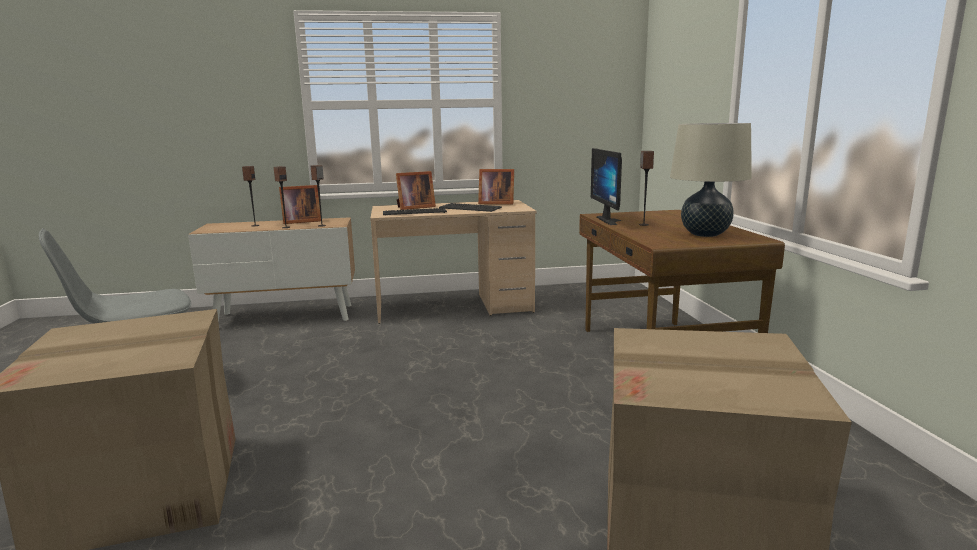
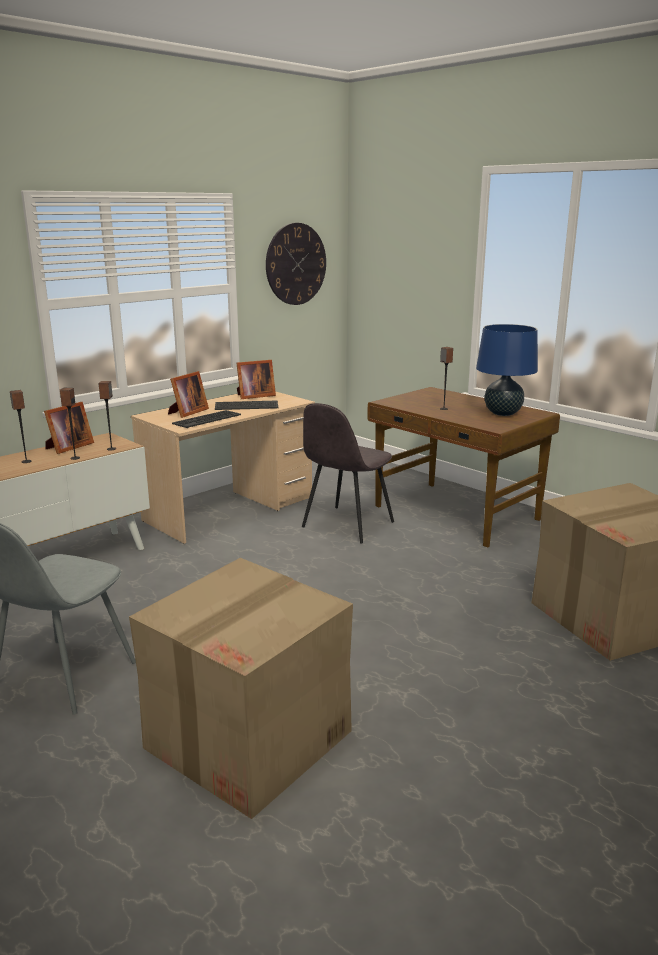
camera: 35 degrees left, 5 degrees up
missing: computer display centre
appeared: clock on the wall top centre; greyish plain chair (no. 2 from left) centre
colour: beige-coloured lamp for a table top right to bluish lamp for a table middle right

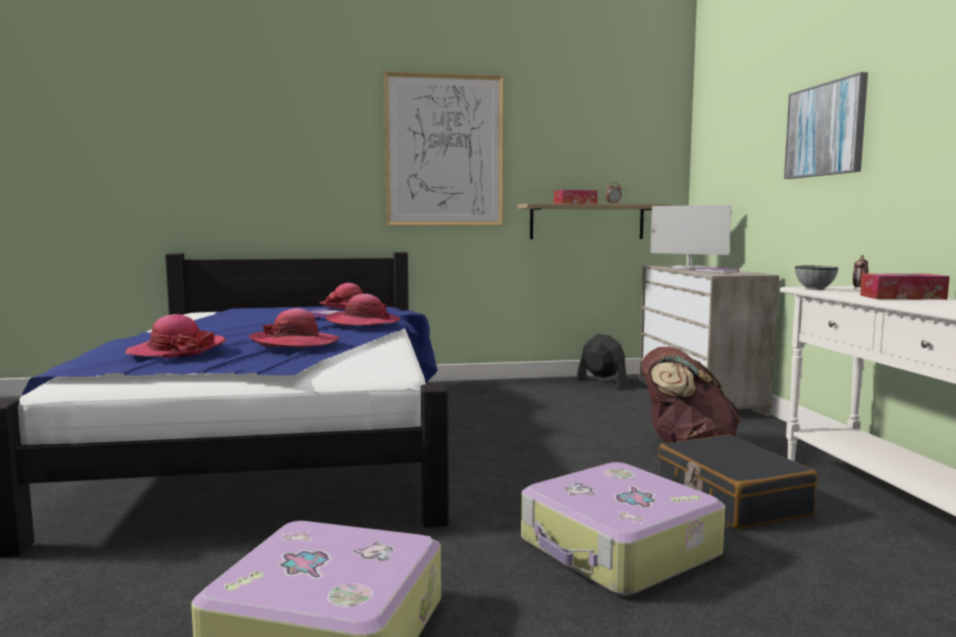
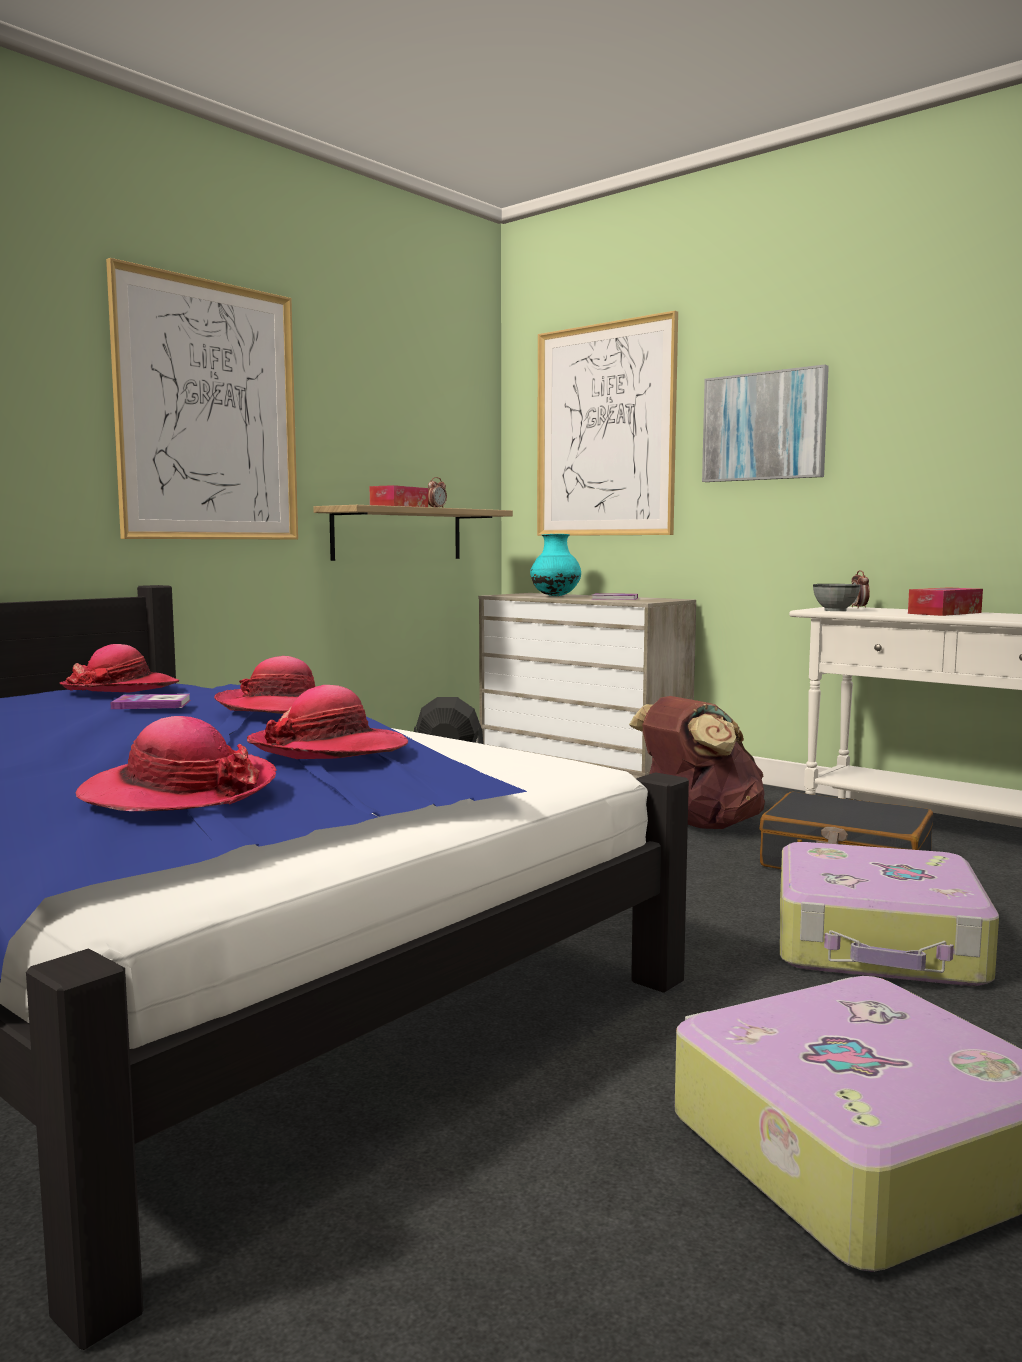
camera: 40 degrees left, 0 degrees up
appeared: wall art (no. 2 from left) top centre
exchanged: computer display middle right to turquoise-coloured decorative vase centre

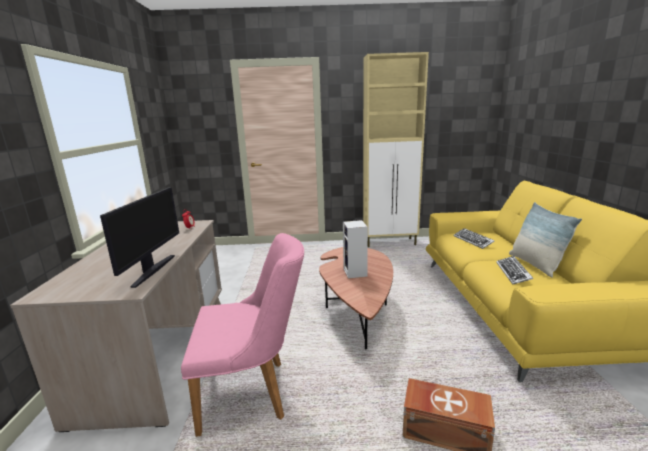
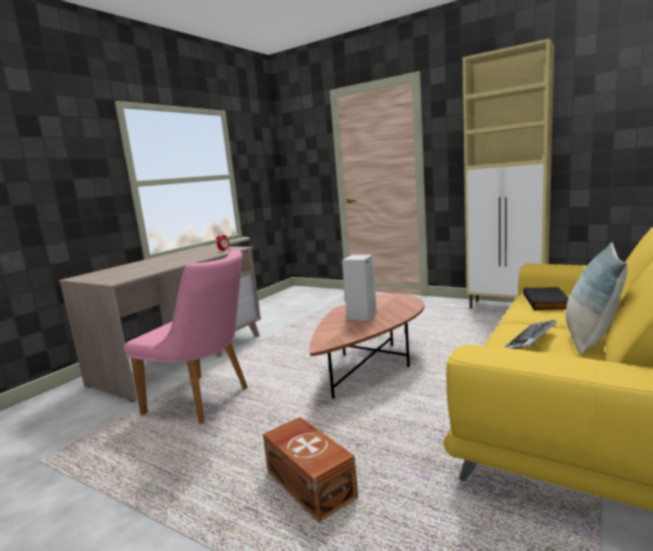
camera: 35 degrees right, 5 degrees down
missing: computer display middle left
exchanged: computer keyboard (no. 1 from left) middle right to blackish book middle right

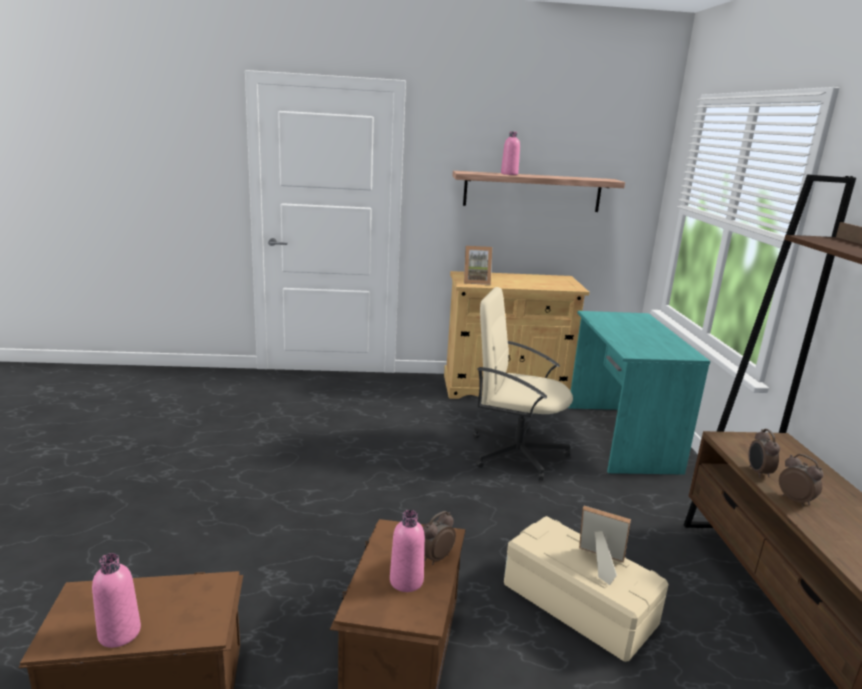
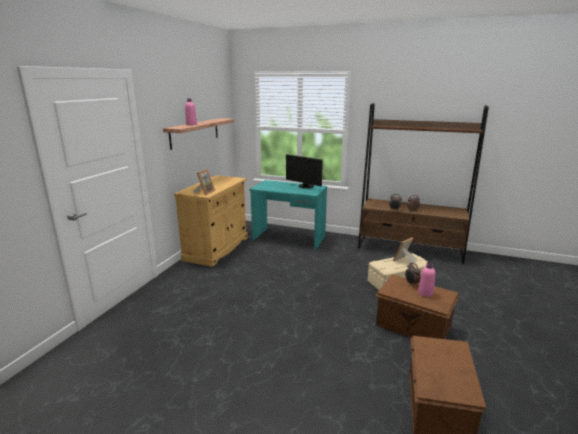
camera: 65 degrees left, 0 degrees up
missing: pink-coloured bottle (no. 1 from left) bottom left; beige-coloured office chair centre
appeared: computer display centre

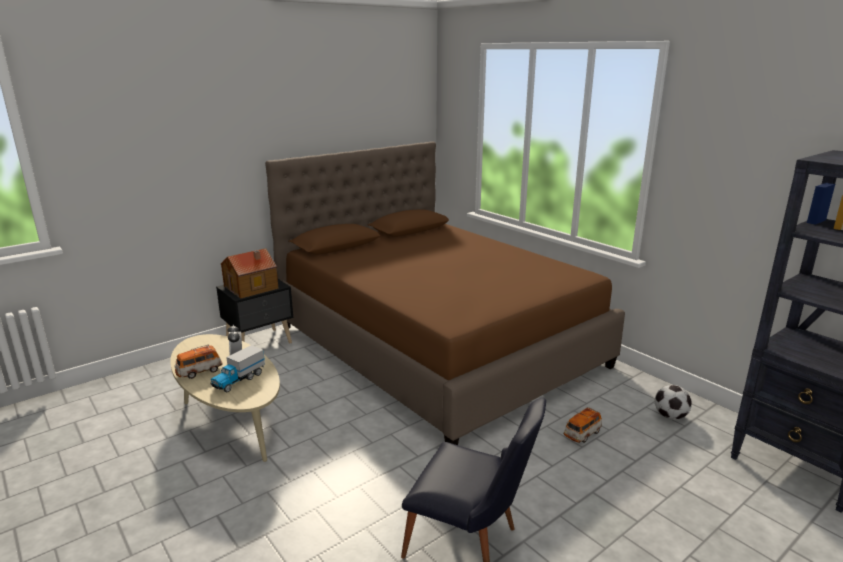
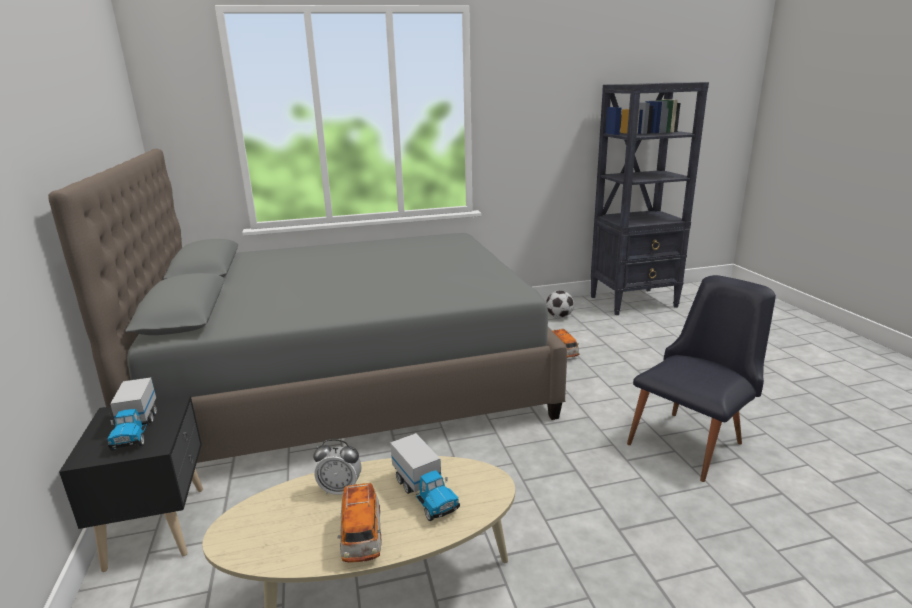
camera: 65 degrees left, 0 degrees up
exchanged: miniature house middle left to toy truck (no. 1 from left) bottom left
colour: brown sleeping bed centre to greyish sleeping bed centre

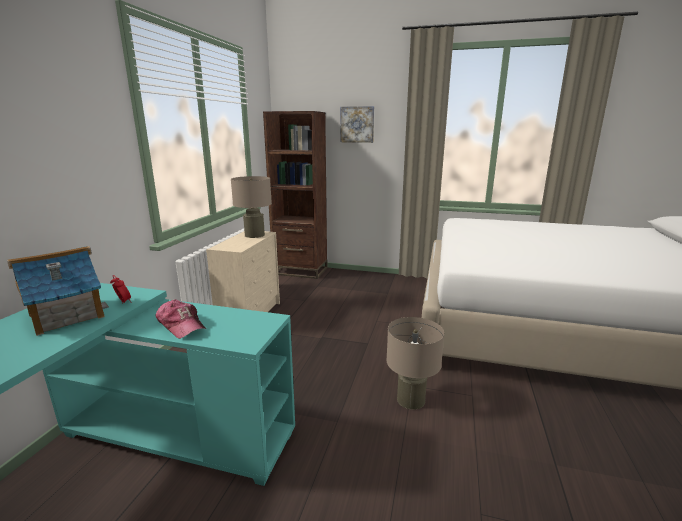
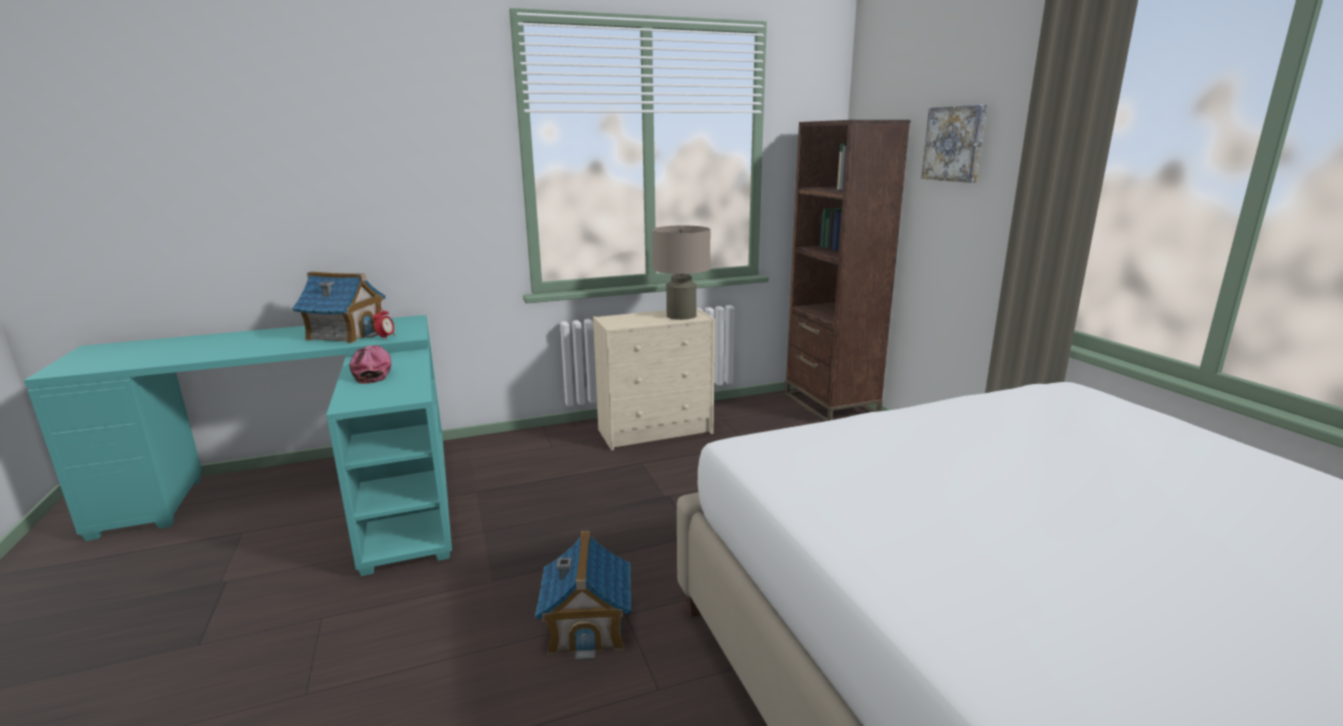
camera: 55 degrees right, 0 degrees up
exchanged: beige-coloured lamp for a table (no. 2 from left) bottom centre to miniature house (no. 2 from left) bottom centre
spun: baseball cap middle left = middle left 150 degrees clockwise

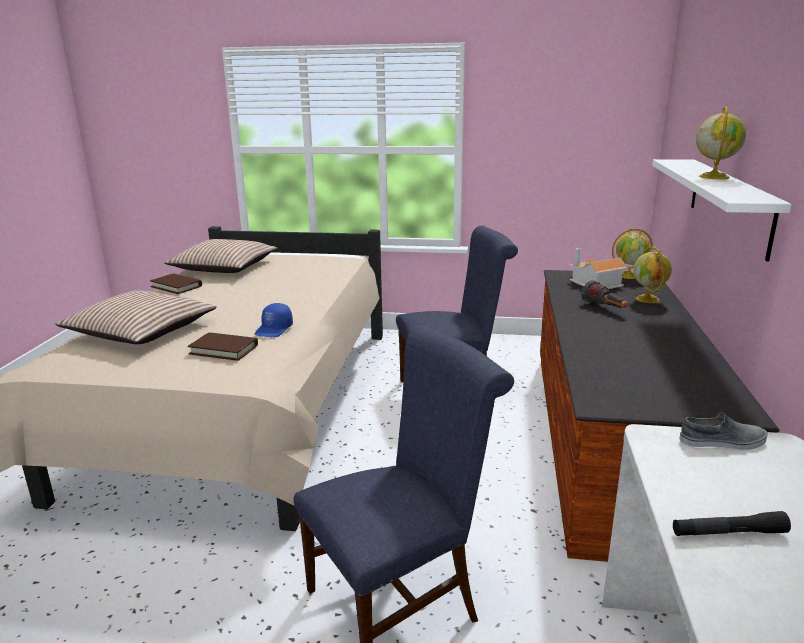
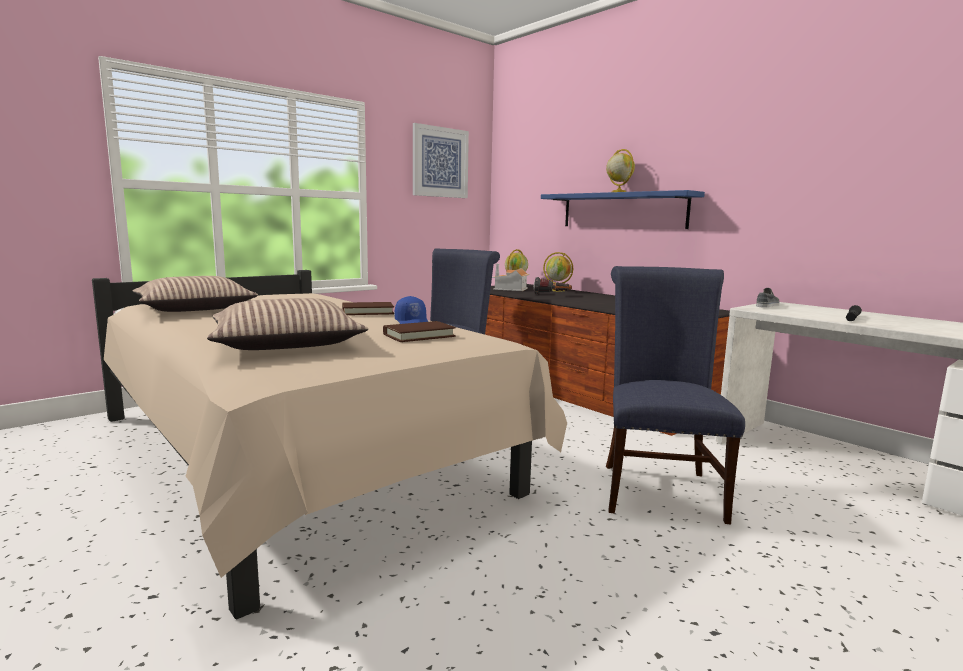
camera: 50 degrees left, 10 degrees down
appeared: wall art top centre
relocated: brown book (no. 1 from left) middle left to centre
colour: whitish bracket shelf top right to bluish bracket shelf top centre

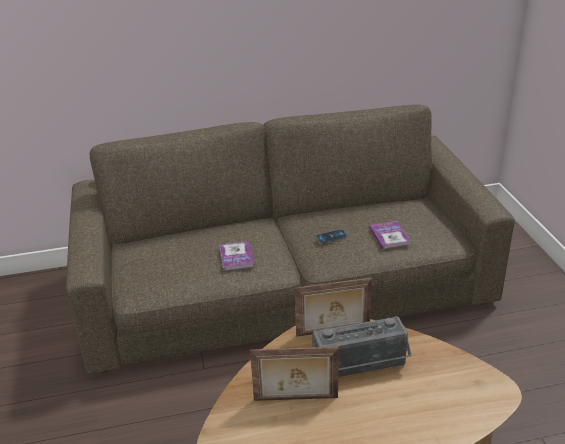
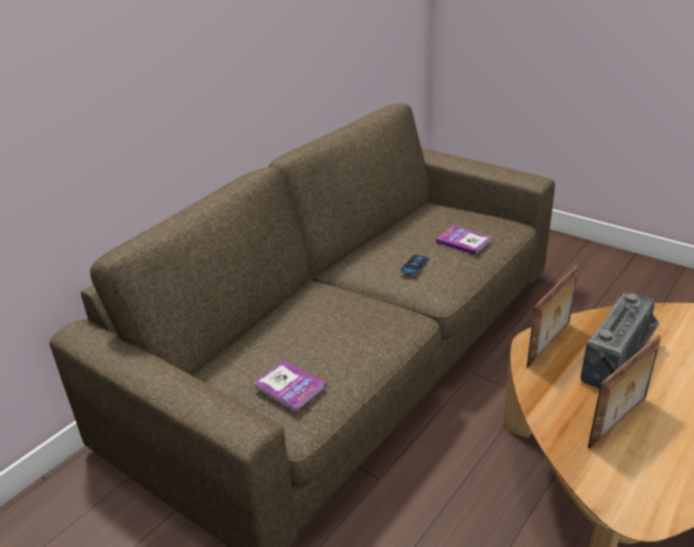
camera: 40 degrees left, 0 degrees up
relocated: book (no. 1 from left) centre to bottom centre

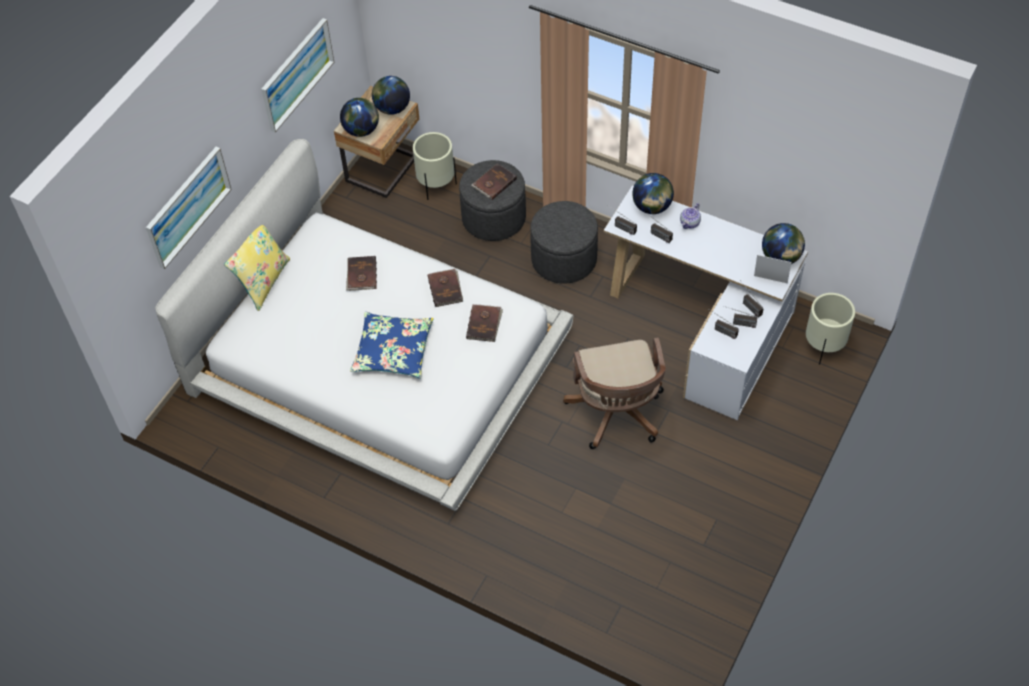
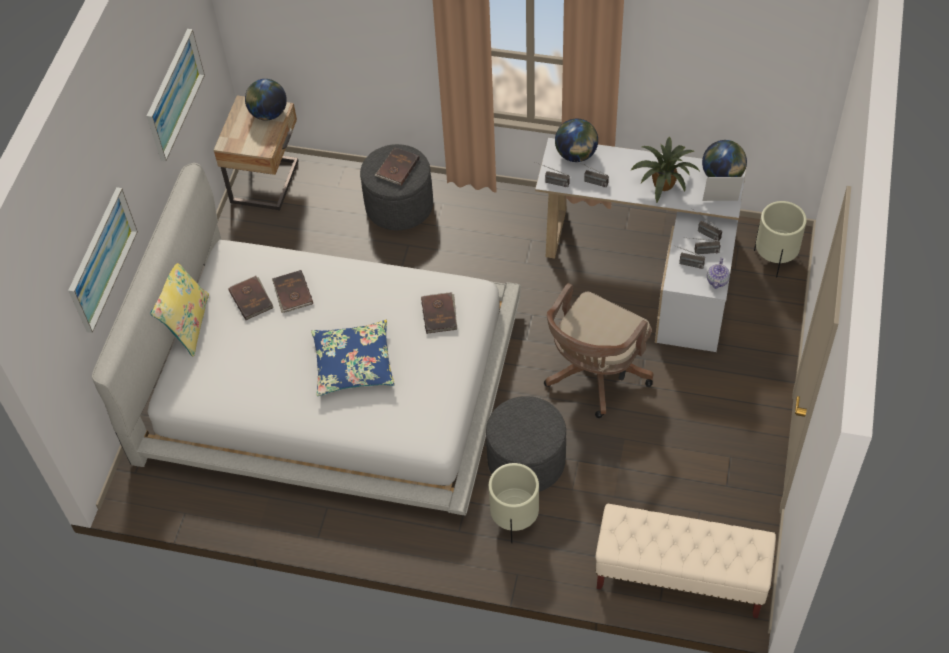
camera: 15 degrees left, 0 degrees up
missing: desk globe (no. 1 from left) top centre
appeared: beige-coloured bench bottom right; plant in a pot top right
relocated: brown book (no. 2 from left in the first image) centre to brown book (no. 1 from left) middle left; greyish ottoman (no. 2 from left) centre to bottom centre; beige-coloured planter (no. 1 from left) top centre to bottom centre; teapot top right to middle right
spun: brown office chair centre = centre 60 degrees clockwise

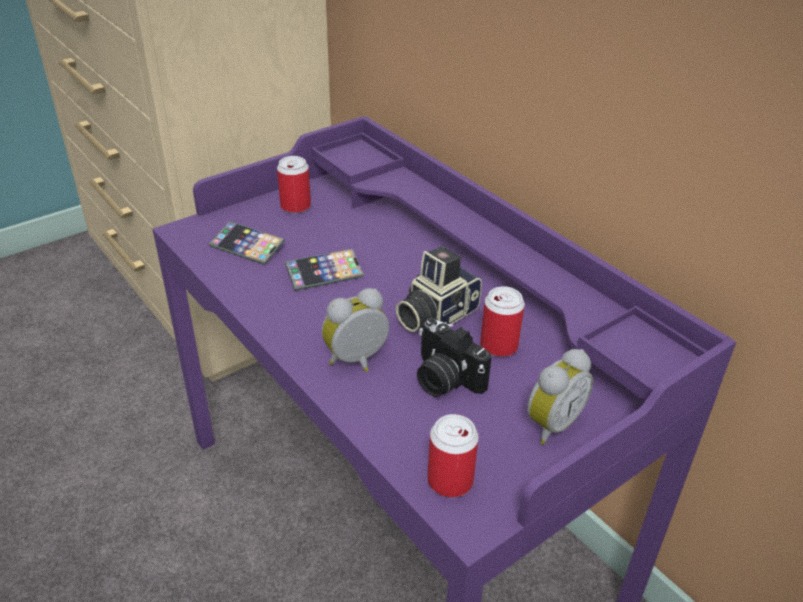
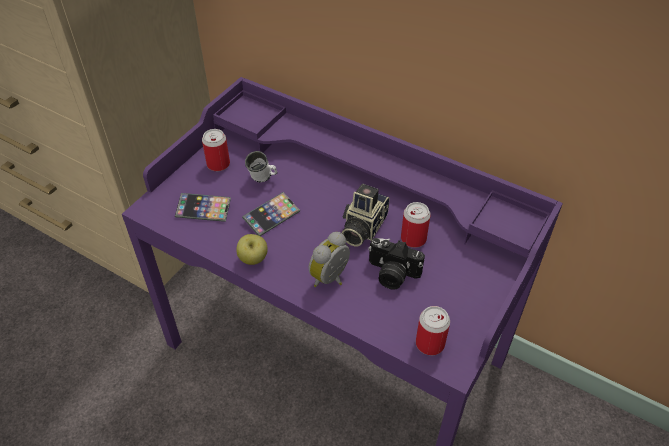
camera: 20 degrees left, 10 degrees up
missing: bedside clock (no. 2 from left) middle right
appeared: whole apple centre; whitish mug centre

